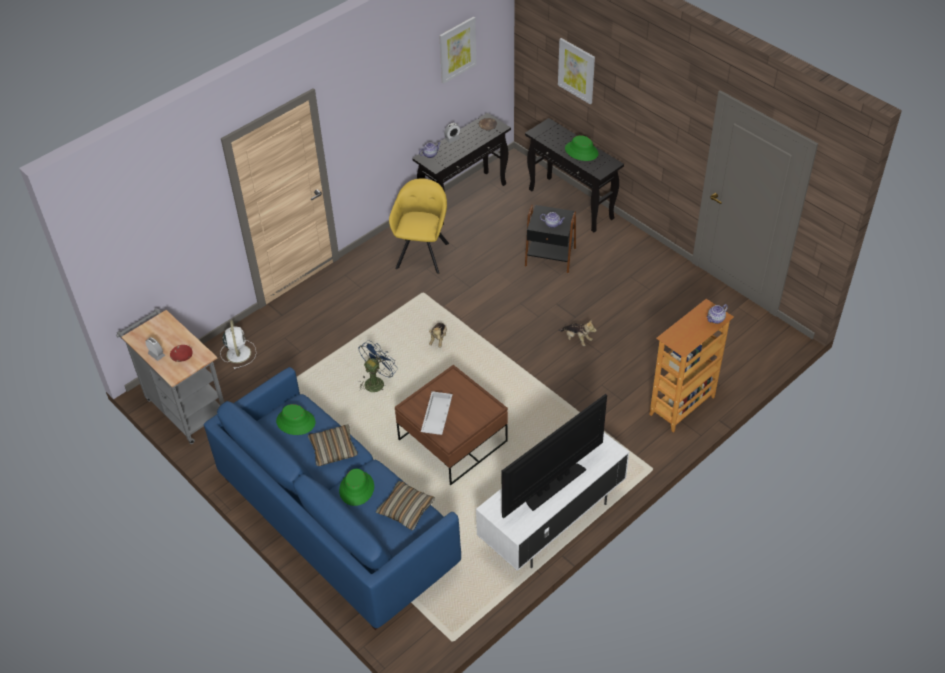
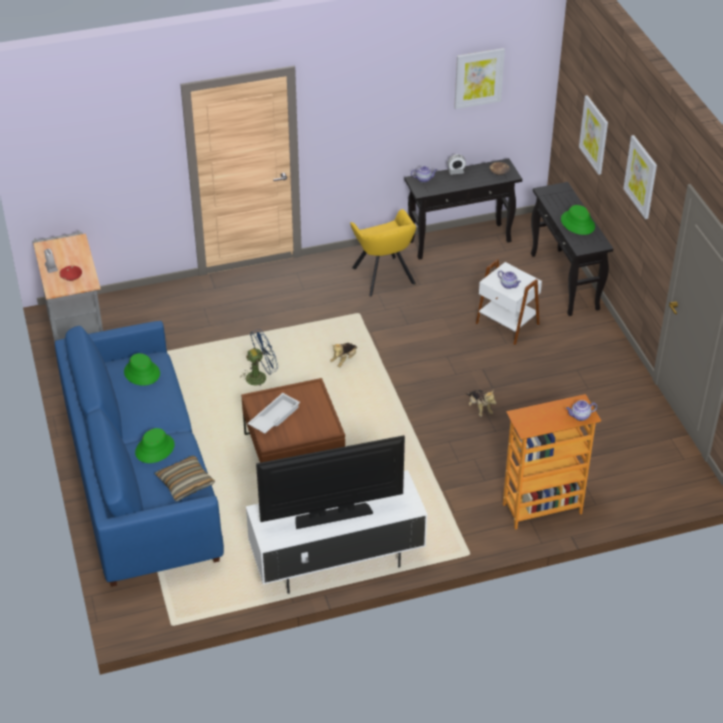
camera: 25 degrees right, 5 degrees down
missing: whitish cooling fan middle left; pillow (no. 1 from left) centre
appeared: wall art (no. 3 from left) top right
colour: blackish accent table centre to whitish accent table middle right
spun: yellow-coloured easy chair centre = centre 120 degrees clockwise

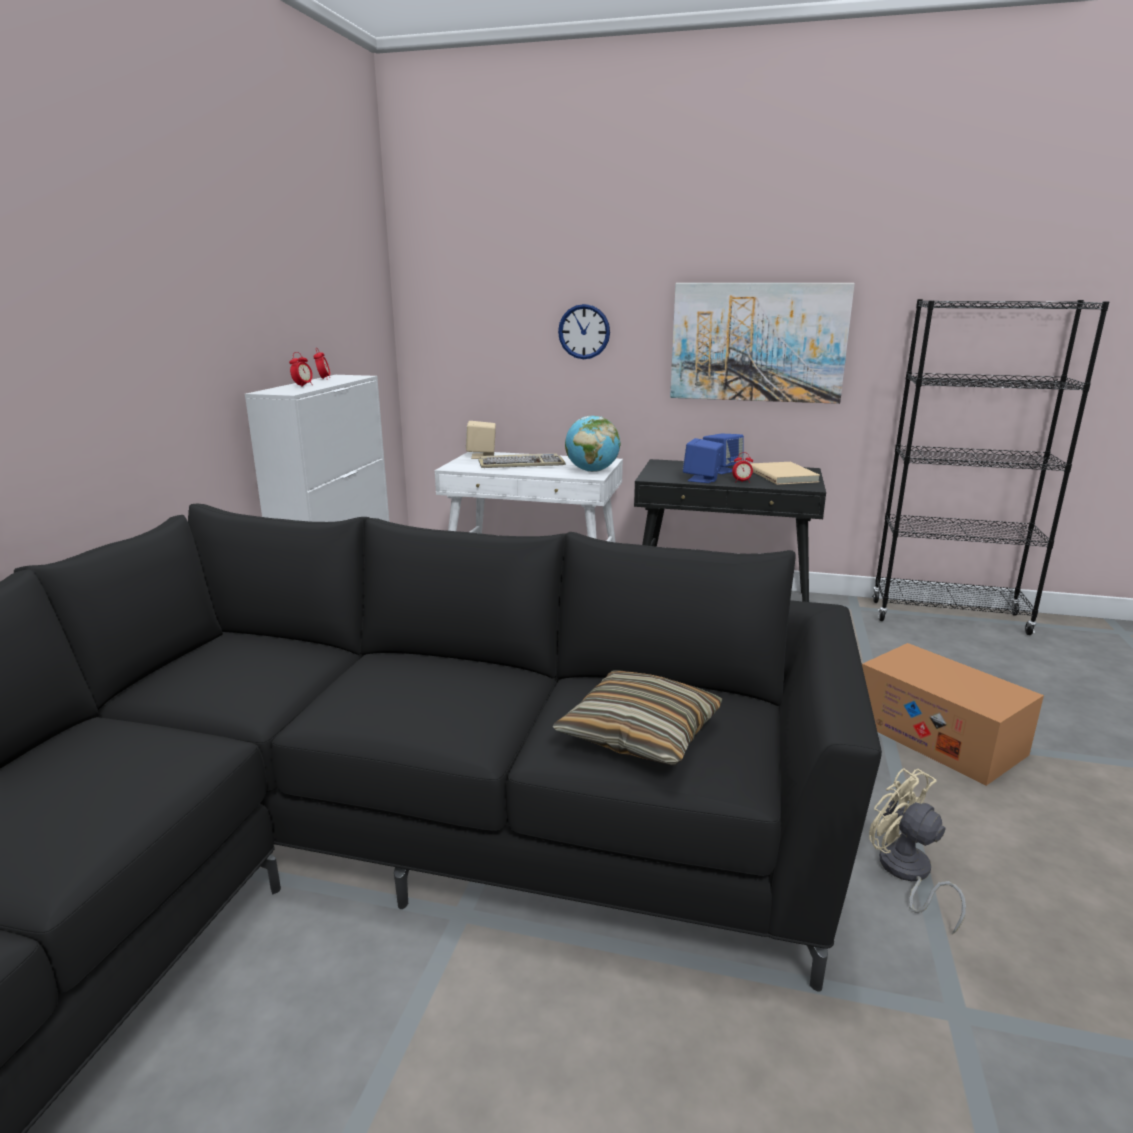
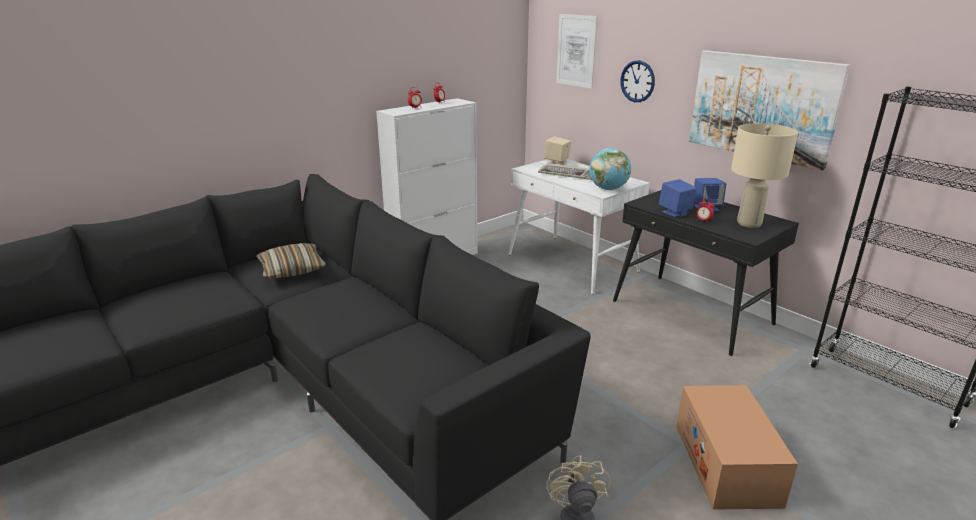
camera: 35 degrees right, 5 degrees up
appeared: wall art (no. 1 from left) top centre
relocated: pillow centre to middle left
exchanged: beige-coloured book middle right to beige-coloured lamp for a table middle right

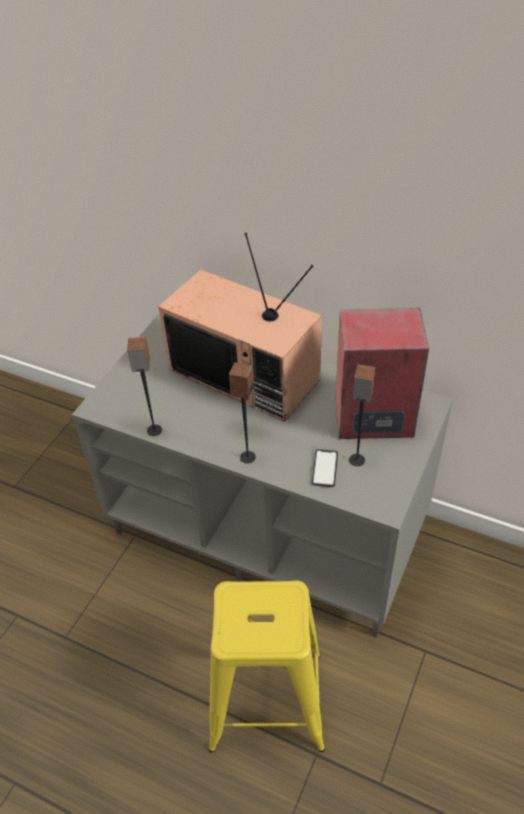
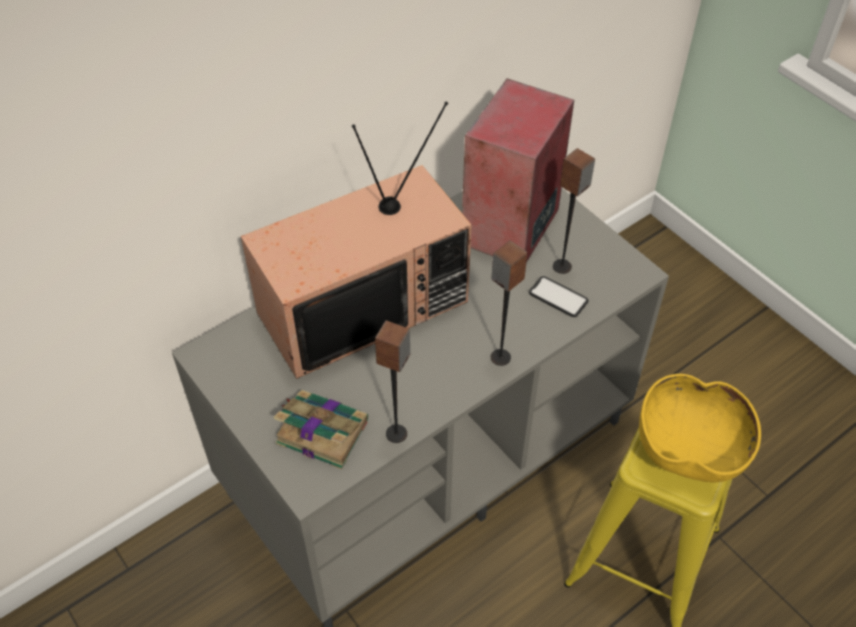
camera: 65 degrees left, 5 degrees up
appeared: book bottom centre; yellow-coloured deep dish bottom right

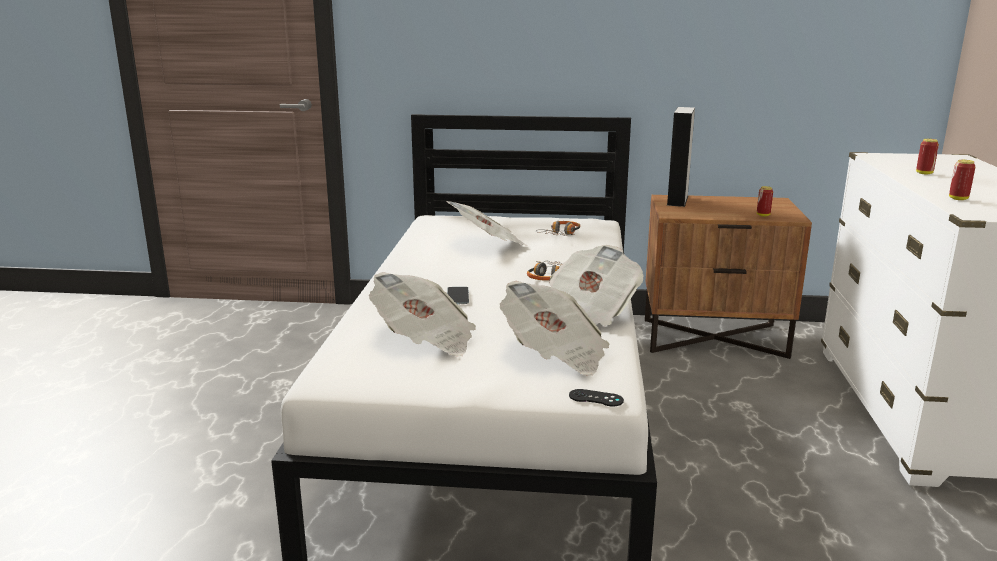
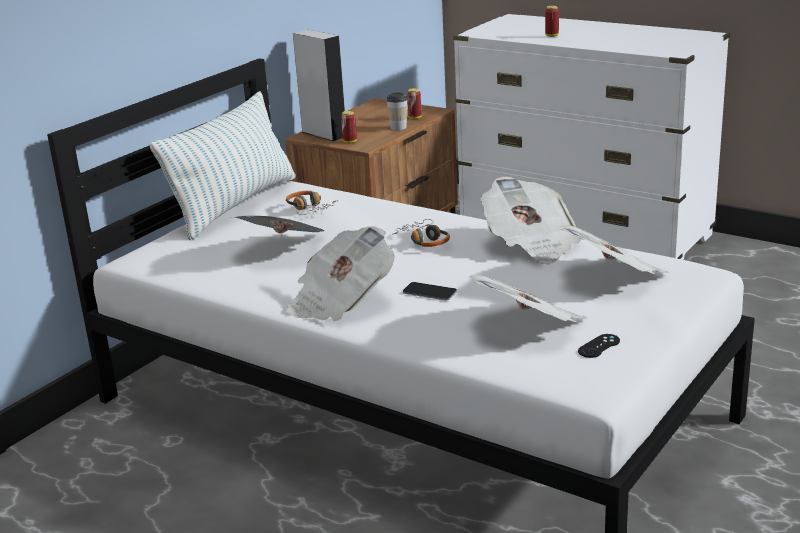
camera: 60 degrees left, 5 degrees up
appeared: pillow top left; printed paper (no. 2 from left) centre; drinking cup top centre
relocated: metal can (no. 3 from left in the first image) top right to metal can (no. 1 from left) top centre; blackish joypad bottom centre to middle right

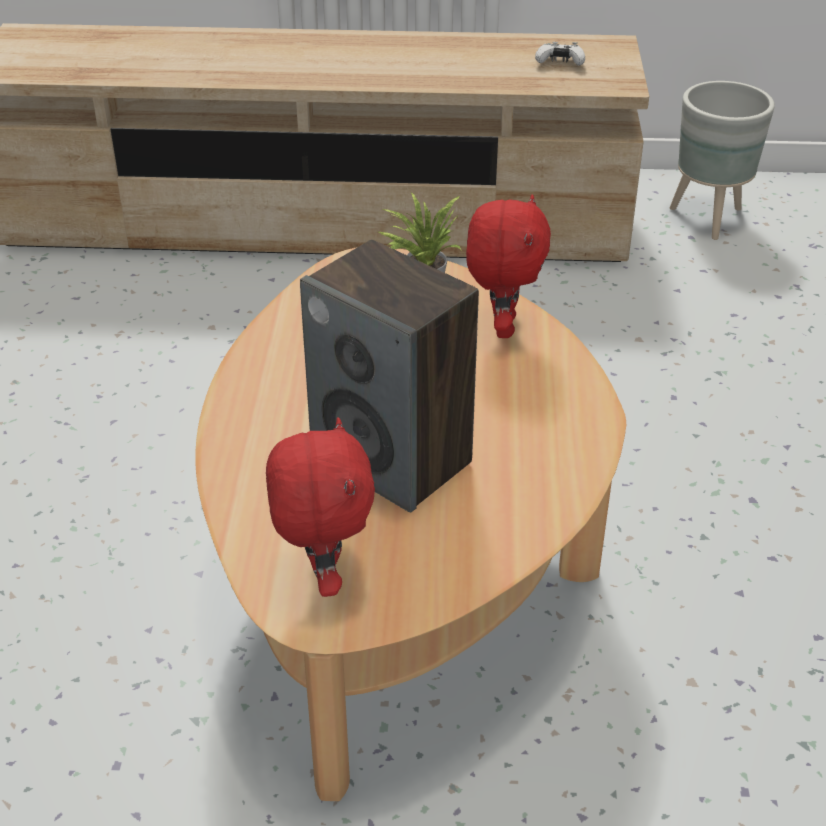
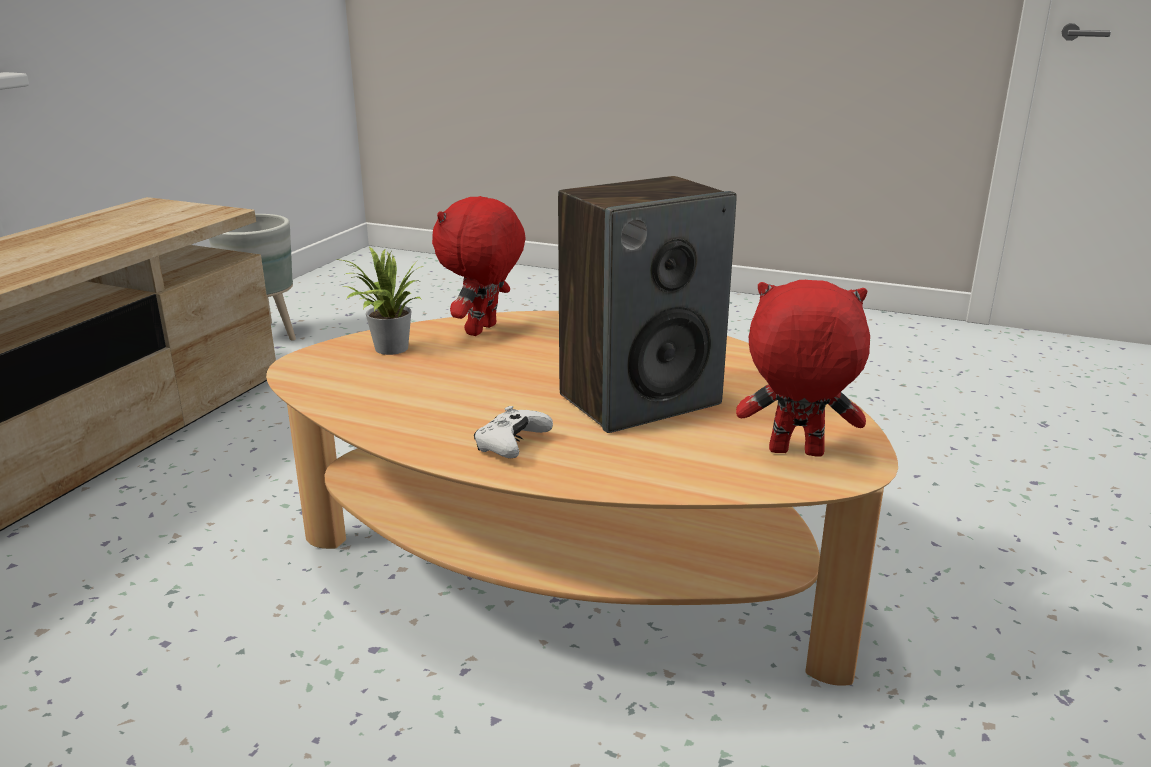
camera: 70 degrees left, 15 degrees down
relocated: whitish joypad top right to centre
spun: red-coloured cuddly toy (no. 2 from left in the first image) top centre = centre 90 degrees counterclockwise

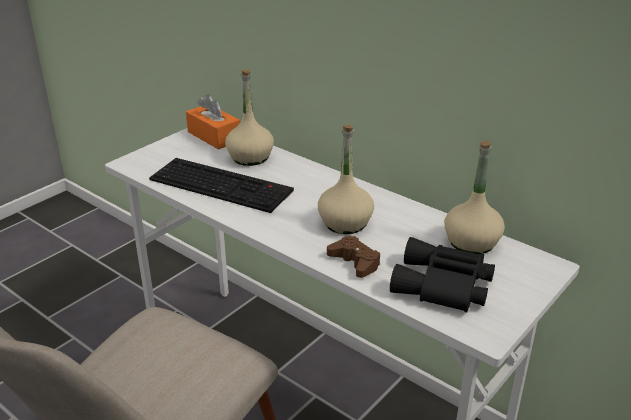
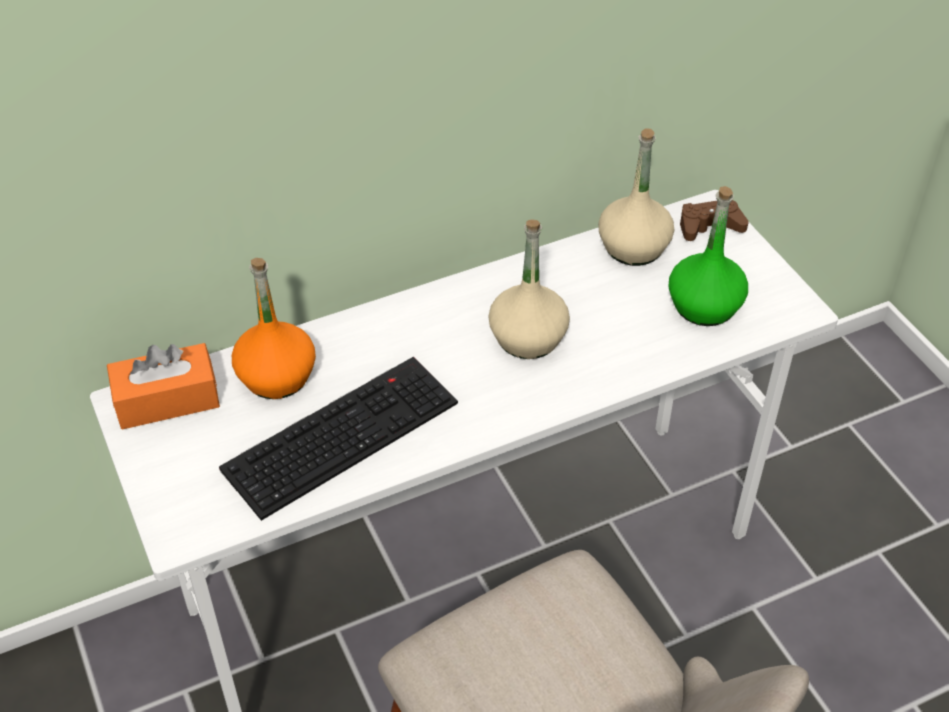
camera: 65 degrees left, 15 degrees up
relocated: brown joypad centre to top right
exchanged: blackish binoculars middle right to green-coloured bottle middle right
colour: beige-coloured bottle (no. 1 from left) top centre to orange bottle middle left

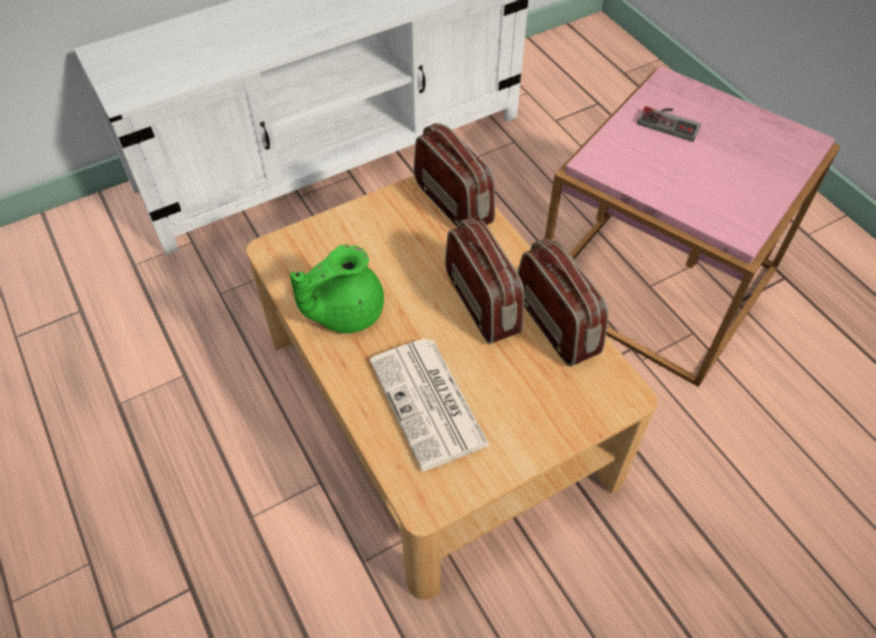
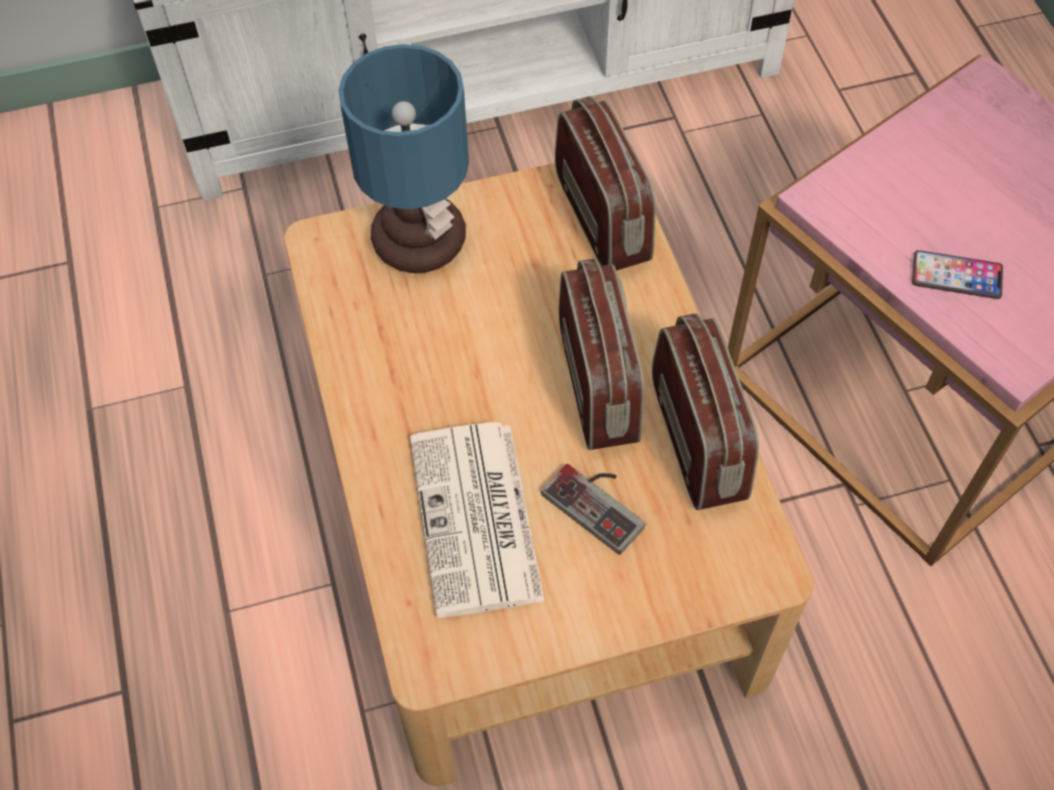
camera: 15 degrees right, 5 degrees up
missing: green-coloured teapot centre
appeared: lamp for a table top centre; handset middle right
relocated: joypad top right to centre

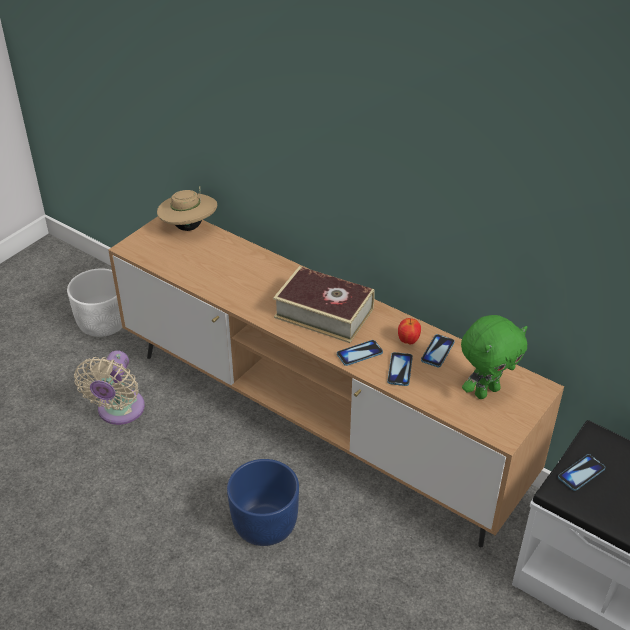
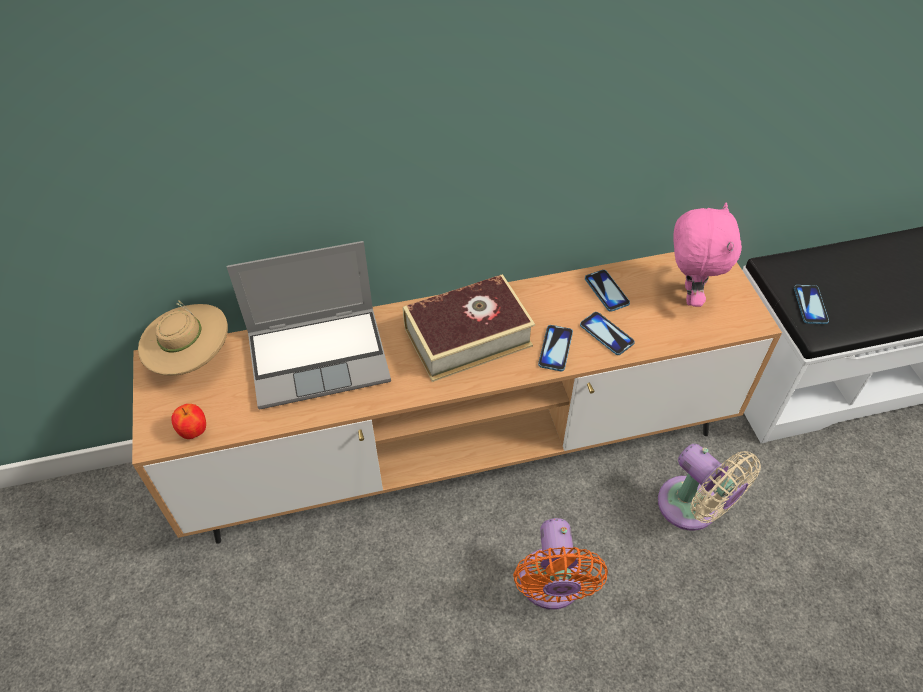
camera: 50 degrees left, 10 degrees up
missing: whitish planter middle left
appeared: notebook computer centre
relocated: whole apple centre to middle left; beige-coloured cooling fan middle left to bottom right
exchanged: bluish planter bottom centre to orange cooling fan bottom centre
colour: green-coloured cuddly toy middle right to pink-coloured cuddly toy middle right

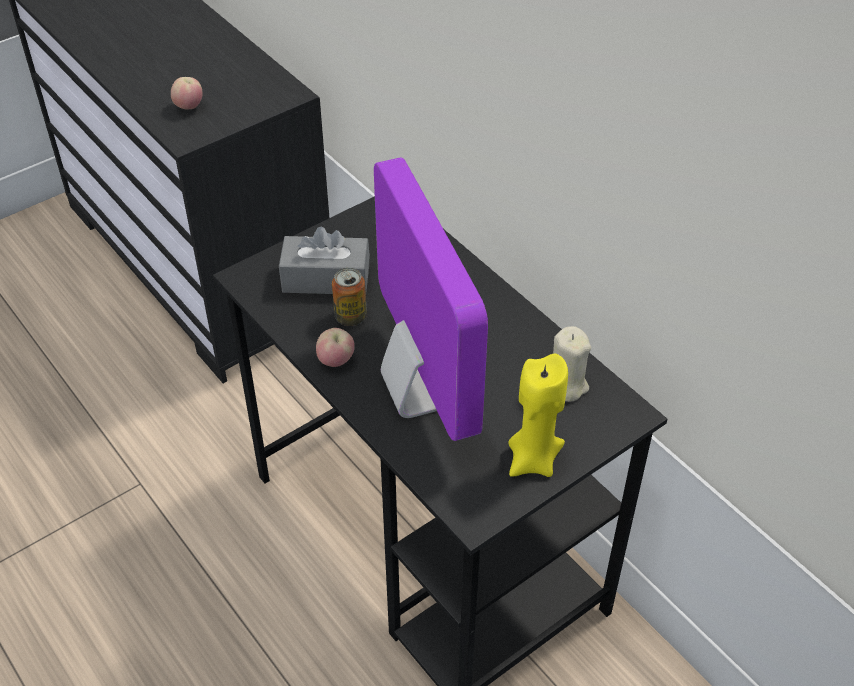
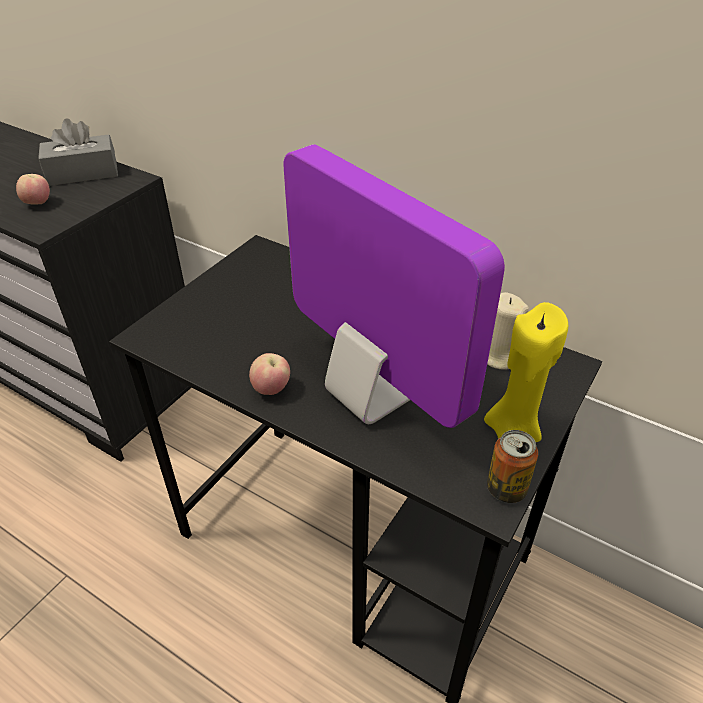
camera: 20 degrees left, 5 degrees down
relocated: greyish tissue holder centre to top left; metal can centre to middle right

